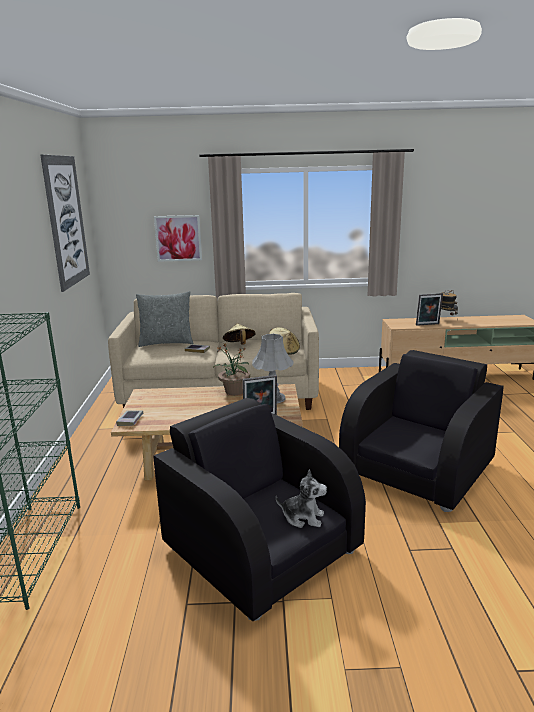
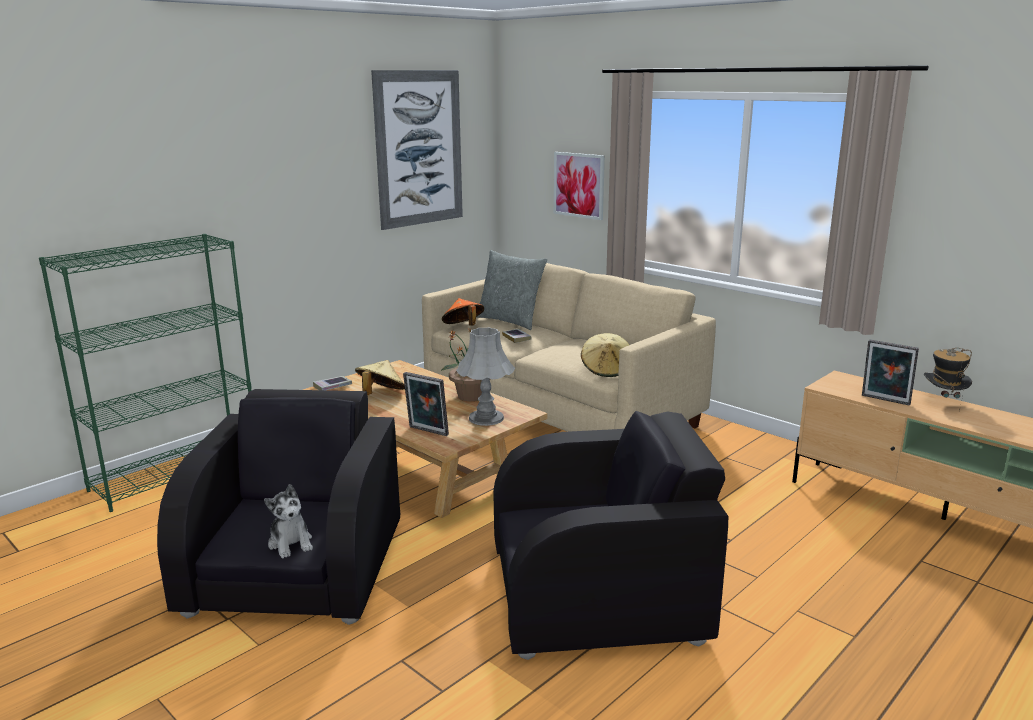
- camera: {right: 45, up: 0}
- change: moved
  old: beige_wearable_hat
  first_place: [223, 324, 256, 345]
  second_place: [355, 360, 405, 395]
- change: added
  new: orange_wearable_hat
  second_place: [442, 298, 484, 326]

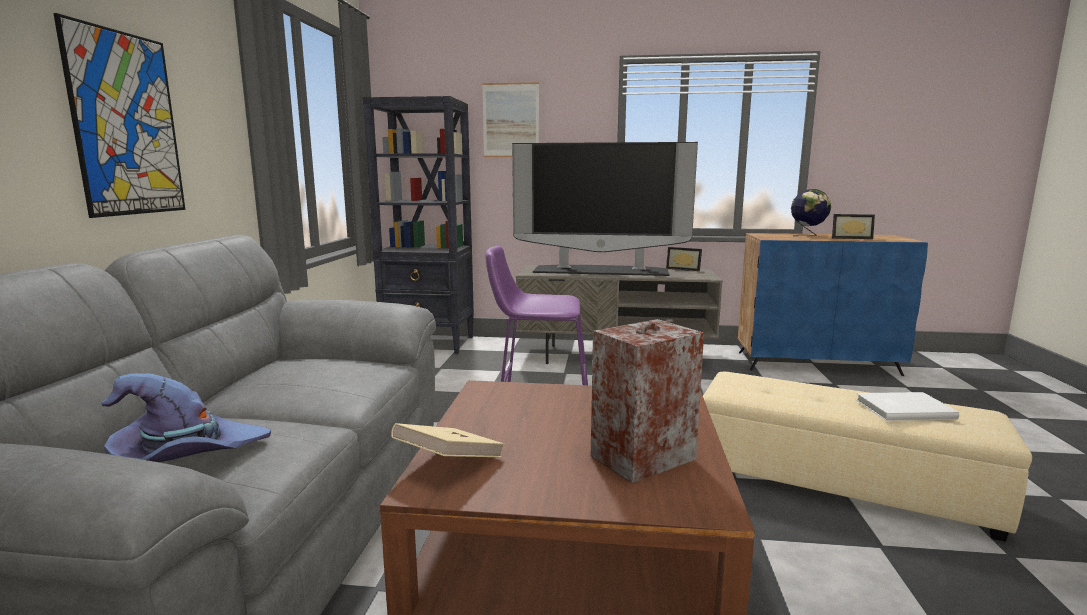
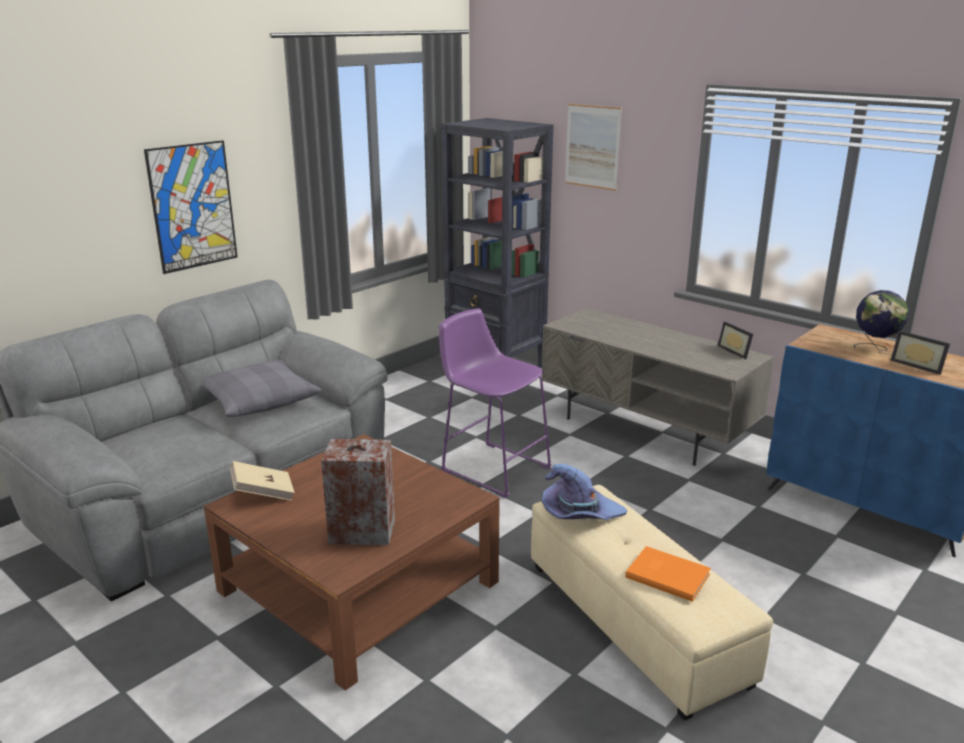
- camera: {right: 35, up: 10}
- change: added
  new: grey_pillow
  second_place: [202, 359, 321, 417]
- change: moved
  old: purple-coloured_wearable_hat
  first_place: [101, 373, 271, 462]
  second_place: [542, 464, 627, 520]
- change: recoloured
  old: white-coloured_bound_book
  new: orange_bound_book
  first_place: [856, 392, 959, 421]
  second_place: [625, 546, 711, 602]
- change: removed
  old: television
  first_place: [512, 142, 698, 276]

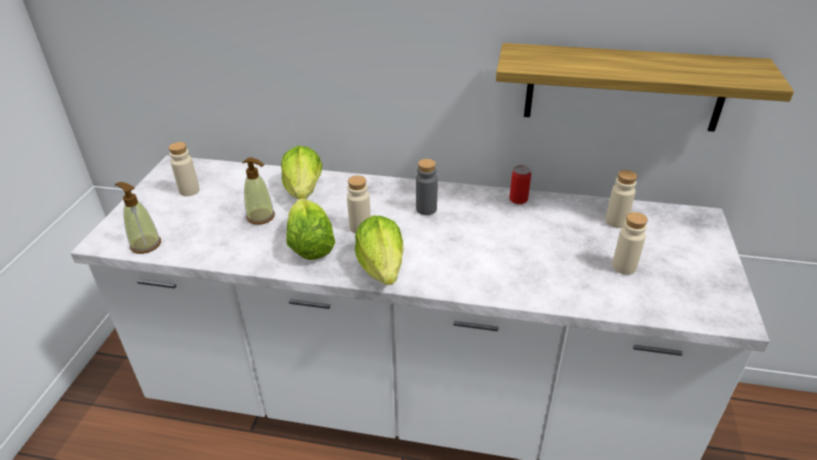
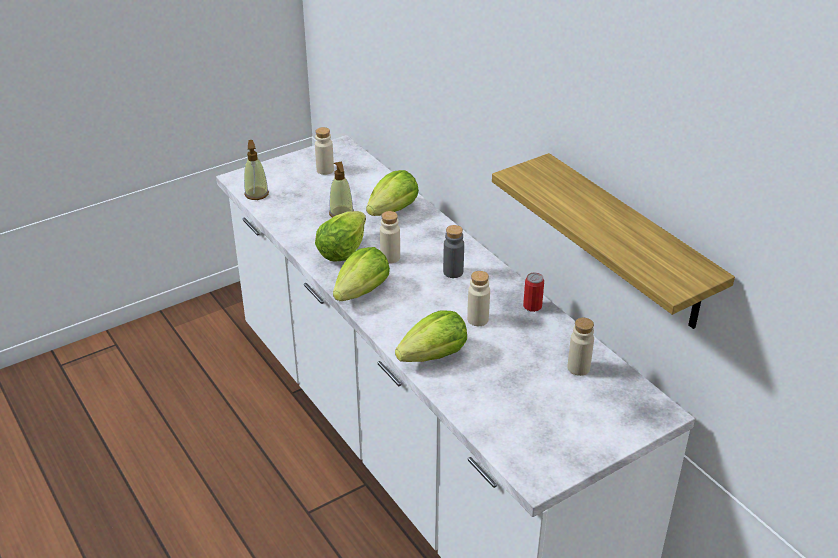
- camera: {right: 45, up: 0}
- change: added
  new: lettuce
  second_place: [395, 310, 467, 362]
- change: moved
  old: beige_beverage_bottle
  first_place: [612, 212, 648, 275]
  second_place: [467, 271, 490, 326]

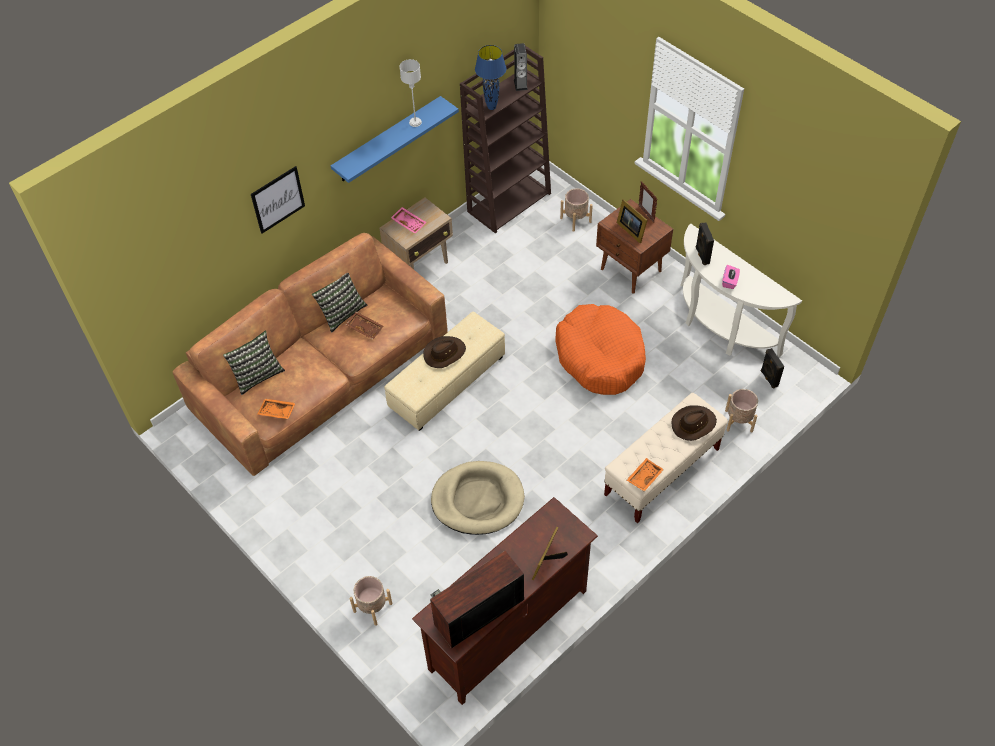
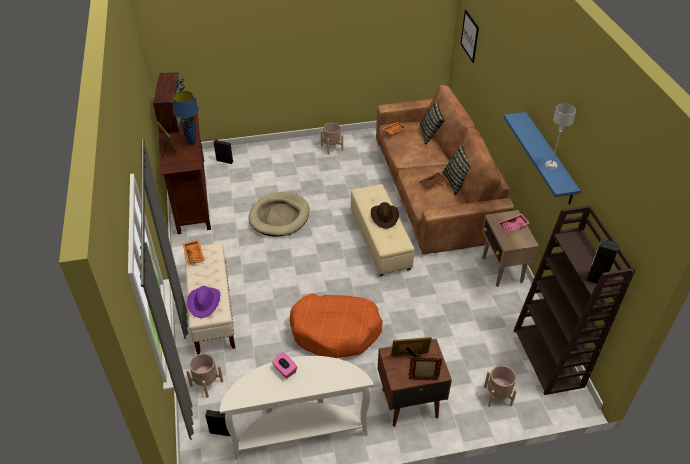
- camera: {right: 120, up: -10}
- change: moved
  old: bluish_table_lamp
  first_place: [475, 45, 506, 110]
  second_place: [173, 91, 199, 145]
- change: recoloured
  old: brown_wearable_hat
  new: purple-coloured_wearable_hat
  first_place: [671, 405, 717, 441]
  second_place: [187, 286, 221, 318]
- change: moved
  old: blackish_speaker
  first_place: [696, 222, 714, 265]
  second_place: [214, 140, 233, 164]
- change: moved
  old: beige_plant_pot
  first_place: [350, 576, 392, 626]
  second_place: [321, 123, 343, 155]
- change: moved
  old: wall_picture
  first_place: [251, 166, 305, 234]
  second_place: [460, 10, 479, 63]

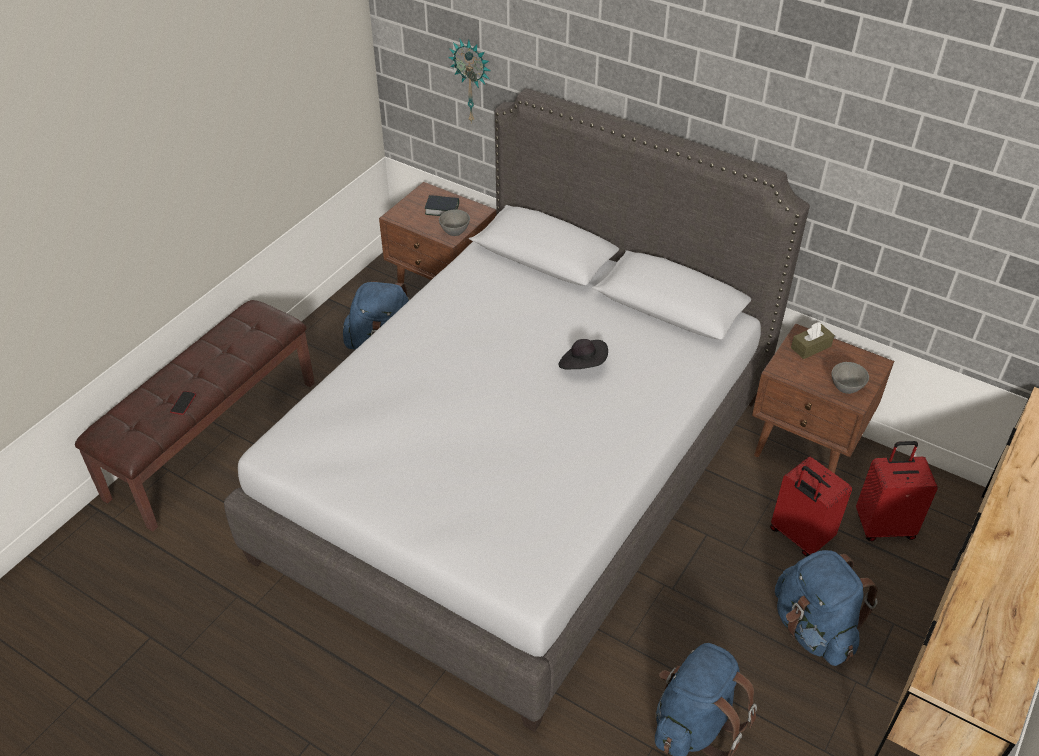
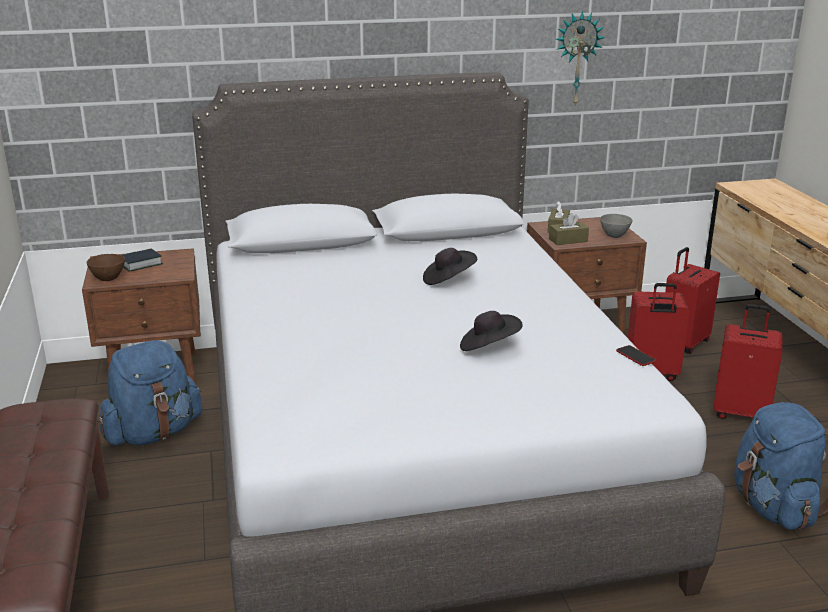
- camera: {right: -45, up: -20}
- change: added
  new: brown_bowl
  second_place: [87, 254, 125, 281]
- change: added
  new: blackish_wearable_hat
  second_place: [460, 311, 523, 351]
- change: added
  new: brown_tissue_box
  second_place: [549, 213, 589, 245]
- change: moved
  old: hanging_clock
  first_place: [448, 39, 491, 124]
  second_place: [555, 11, 605, 107]
- change: moved
  old: telephone
  first_place: [170, 391, 196, 415]
  second_place: [616, 345, 656, 366]
- change: replaced
  old: bluish_backpack
  new: reddish_suitcase
  first_place: [775, 550, 878, 666]
  second_place: [713, 304, 783, 419]
- change: removed
  old: grey_bowl
  first_place: [439, 209, 470, 236]

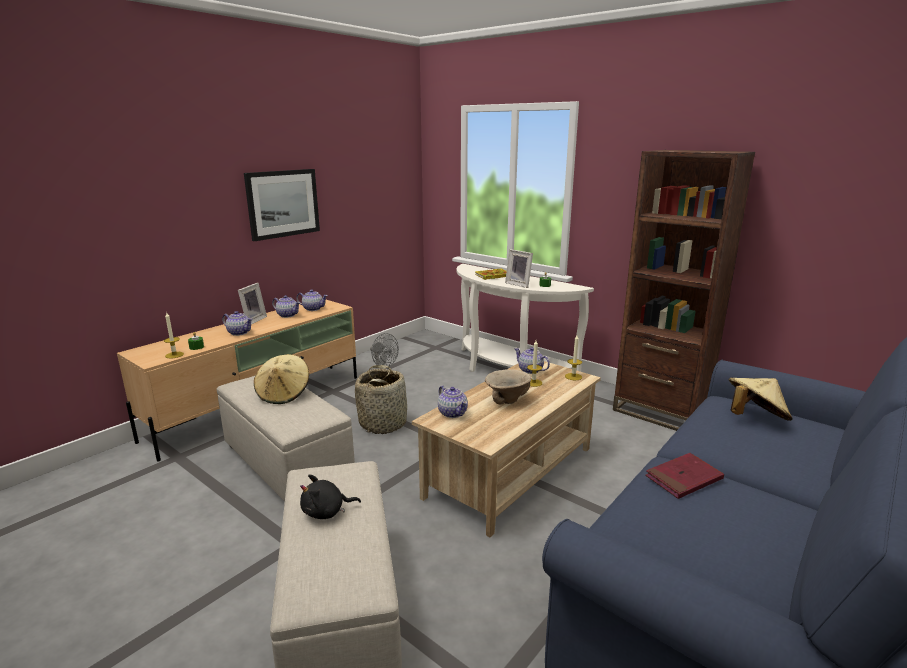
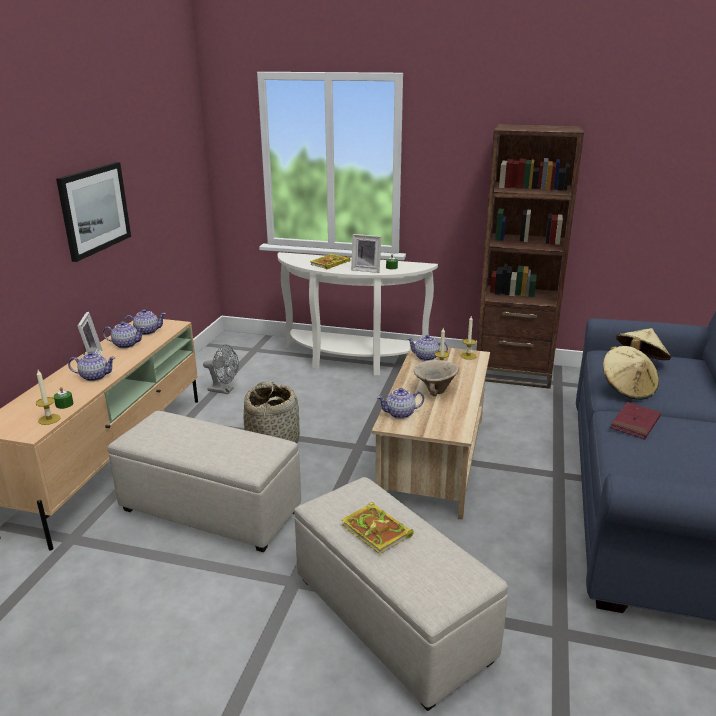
- camera: {right: -25, up: 5}
- change: replaced
  old: blackish_soft_toy
  new: bound_book
  first_place: [300, 474, 361, 519]
  second_place: [342, 502, 414, 554]
- change: turned
  old: pot_for_tea
  first_place: [438, 385, 468, 418]
  second_place: [377, 388, 424, 419]
  degrees: 135
- change: moved
  old: beige_wearable_hat
  first_place: [254, 354, 309, 404]
  second_place: [603, 346, 659, 400]

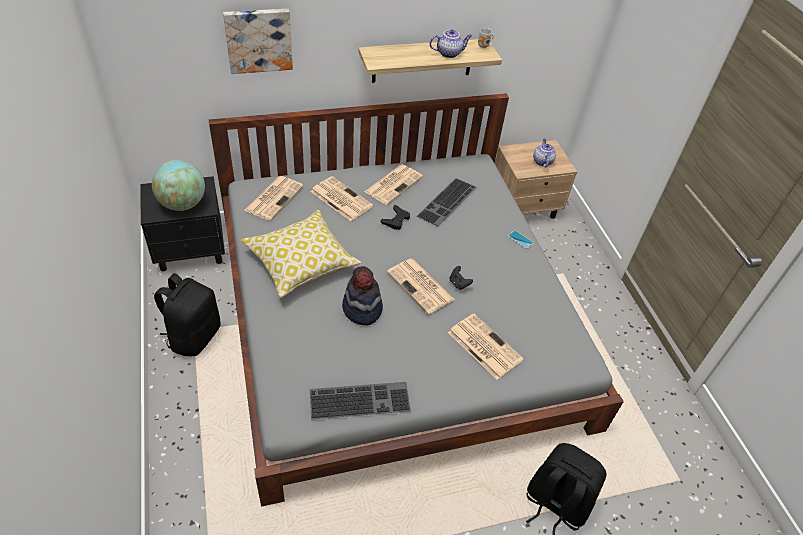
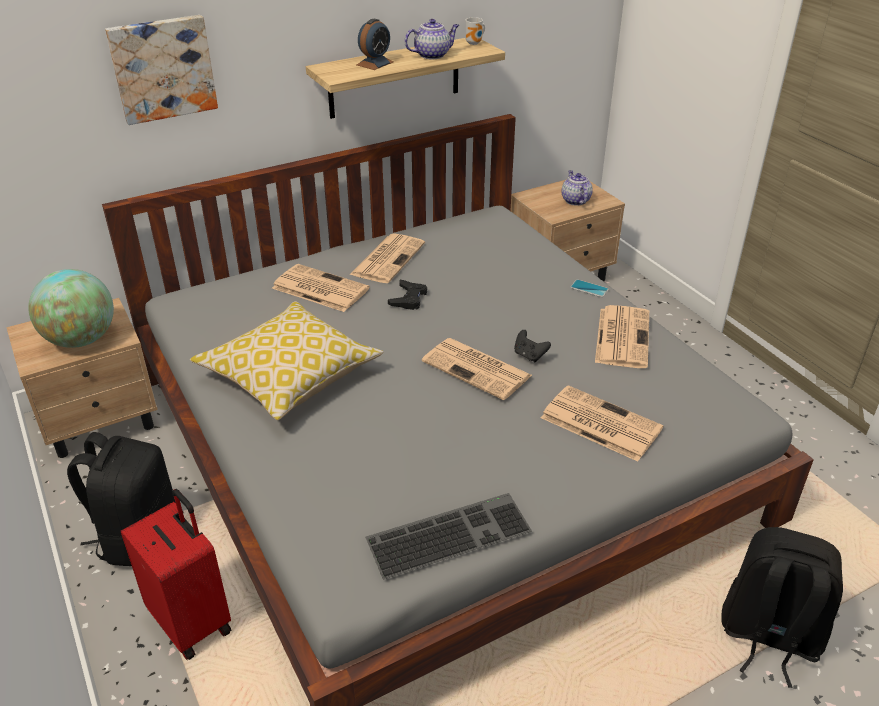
- camera: {right: -10, up: -10}
- change: recoloured
  old: blackish_bedside_table
  new: beige_bedside_table
  first_place: [141, 176, 225, 271]
  second_place: [6, 298, 158, 458]
- change: added
  new: reddish_suitcase
  second_place: [121, 489, 232, 660]
- change: added
  new: alarm_clock
  second_place: [357, 19, 394, 70]
- change: moved
  old: newspaper
  first_place: [244, 176, 303, 221]
  second_place: [595, 305, 649, 368]
- change: removed
  old: wearable_hat
  first_place: [342, 266, 383, 326]
- change: removed
  old: PC_keyboard
  first_place: [417, 178, 477, 227]

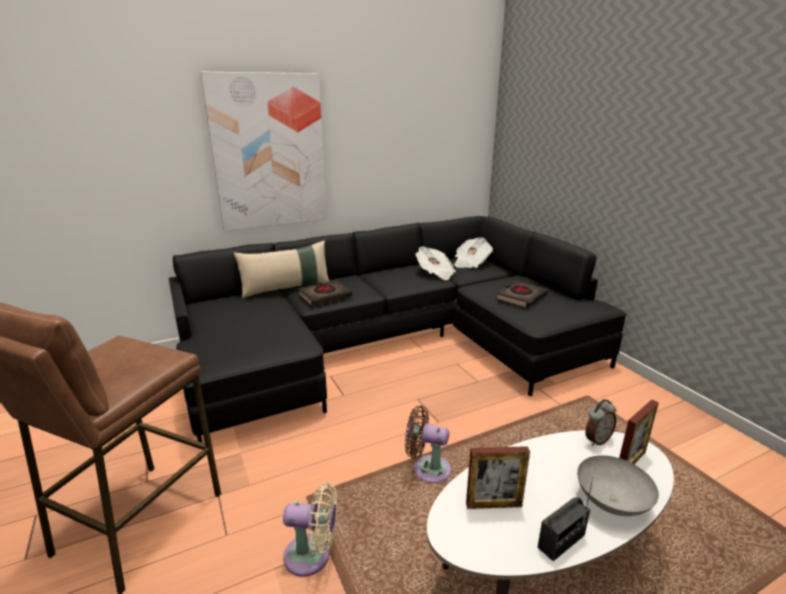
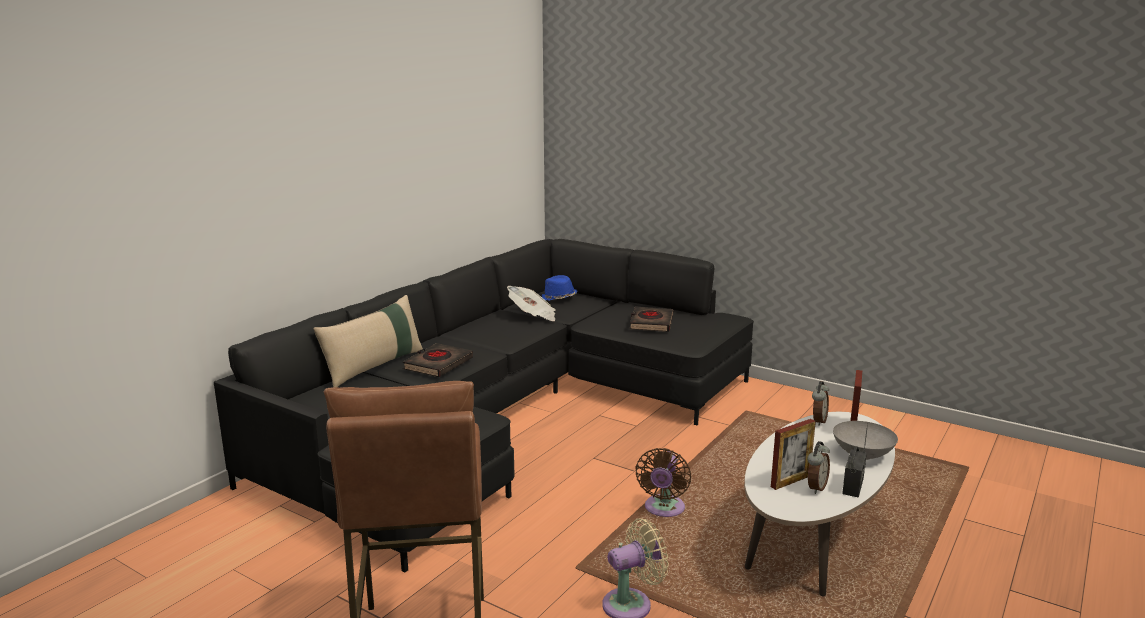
- camera: {right: -30, up: -5}
- change: replaced
  old: newspaper
  new: bluish_wearable_hat
  first_place: [454, 237, 493, 268]
  second_place: [542, 275, 578, 301]
- change: turned
  old: brown_cooling_fan
  first_place: [405, 406, 451, 483]
  second_place: [635, 448, 691, 517]
  degrees: -60
- change: added
  new: alarm_clock
  second_place: [808, 441, 830, 494]
- change: removed
  old: wall_picture
  first_place: [200, 72, 327, 231]

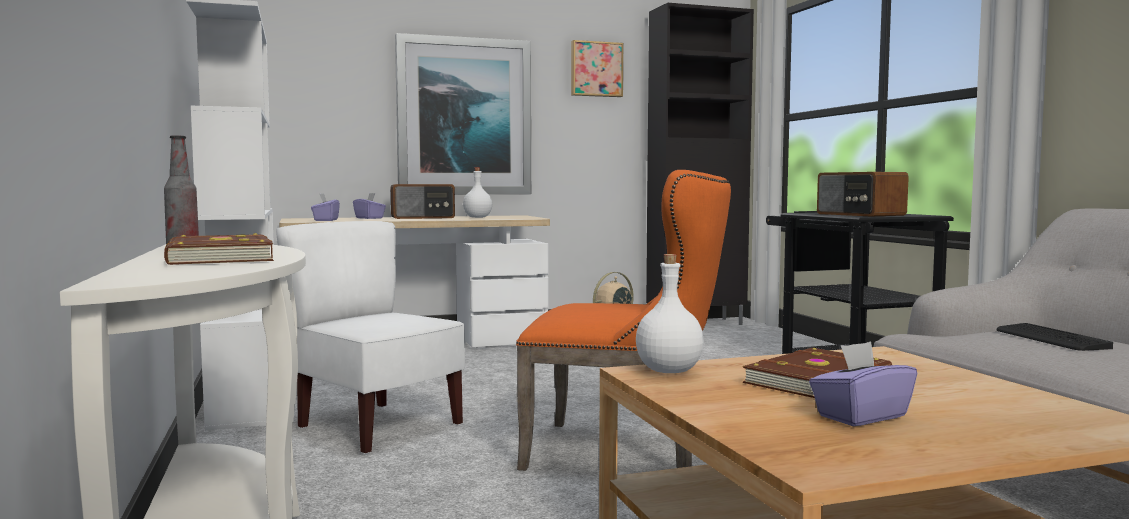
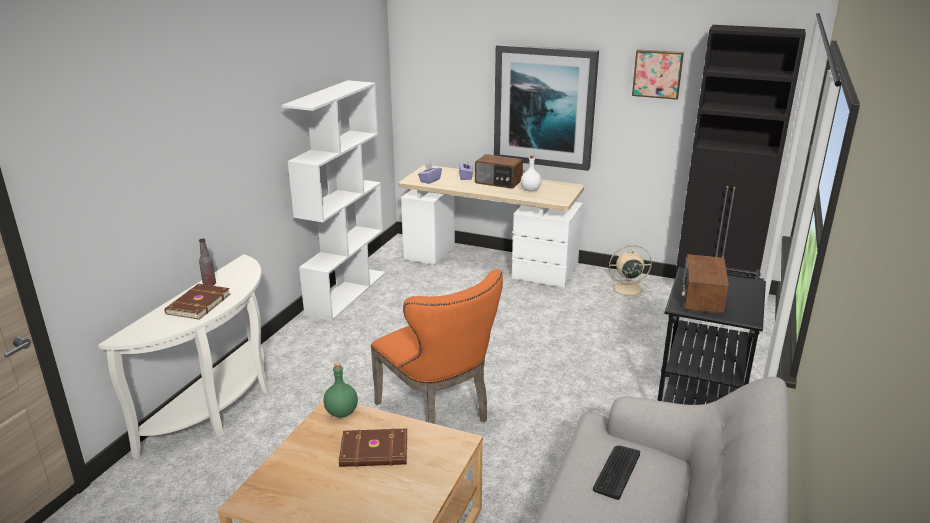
- camera: {right: 40, up: 20}
- change: recoloured
  old: white-coloured_beverage_bottle
  new: green_beverage_bottle
  first_place: [636, 254, 704, 373]
  second_place: [323, 363, 358, 418]
- change: removed
  old: white-coloured_upright_chair
  first_place: [276, 221, 465, 454]
- change: removed
  old: purple-coloured_tissue_box
  first_place: [809, 341, 917, 426]

